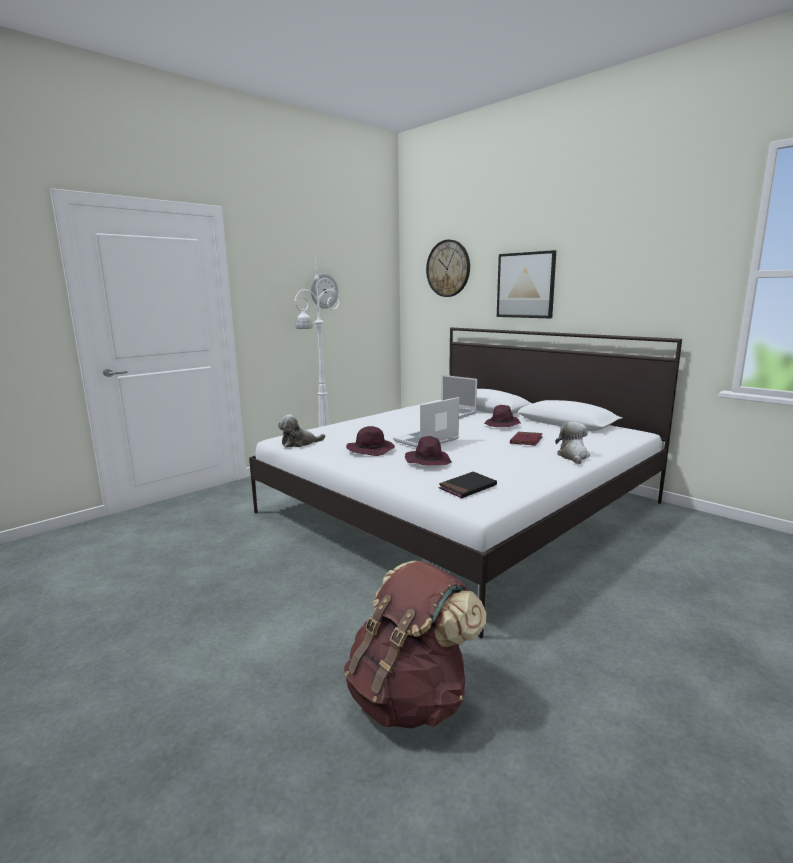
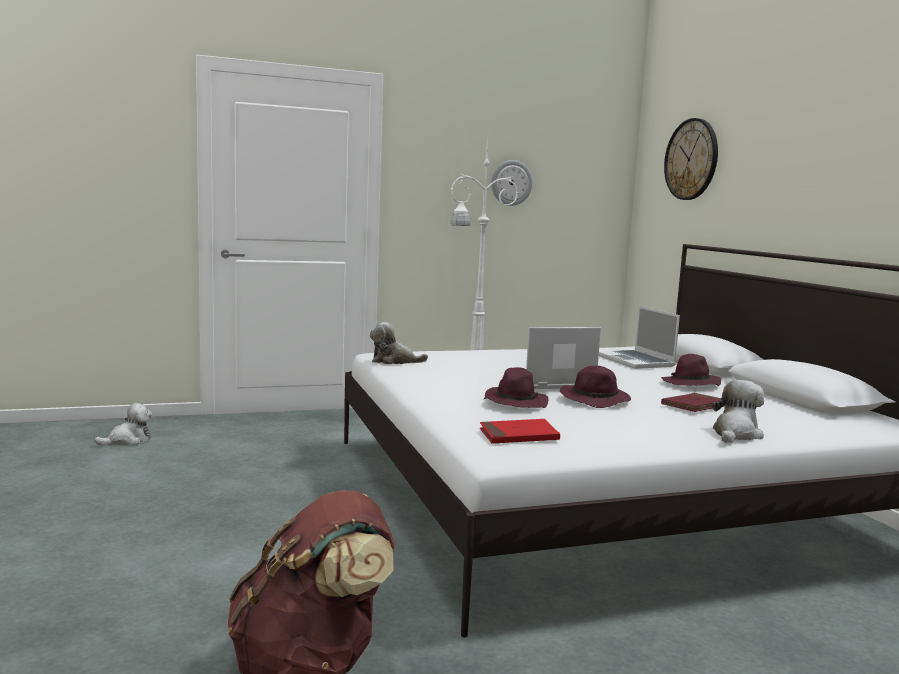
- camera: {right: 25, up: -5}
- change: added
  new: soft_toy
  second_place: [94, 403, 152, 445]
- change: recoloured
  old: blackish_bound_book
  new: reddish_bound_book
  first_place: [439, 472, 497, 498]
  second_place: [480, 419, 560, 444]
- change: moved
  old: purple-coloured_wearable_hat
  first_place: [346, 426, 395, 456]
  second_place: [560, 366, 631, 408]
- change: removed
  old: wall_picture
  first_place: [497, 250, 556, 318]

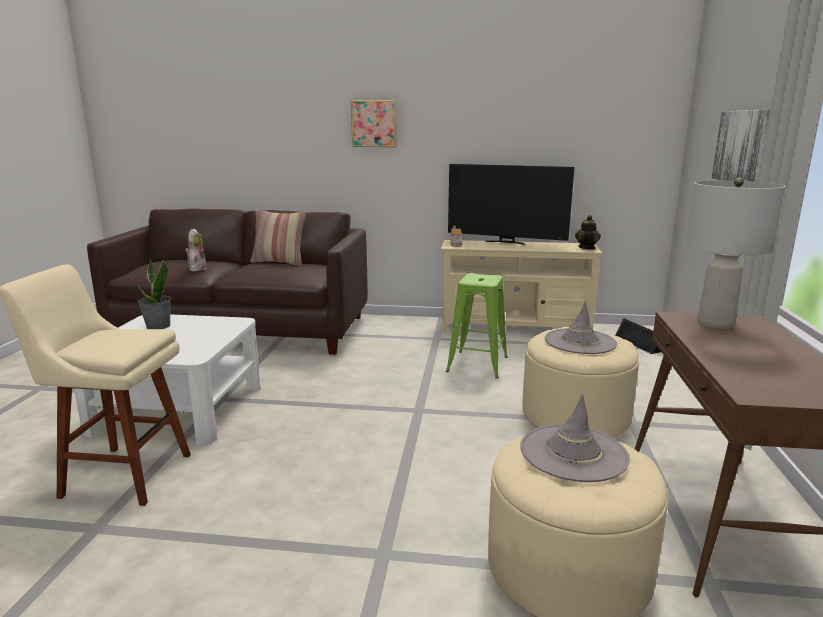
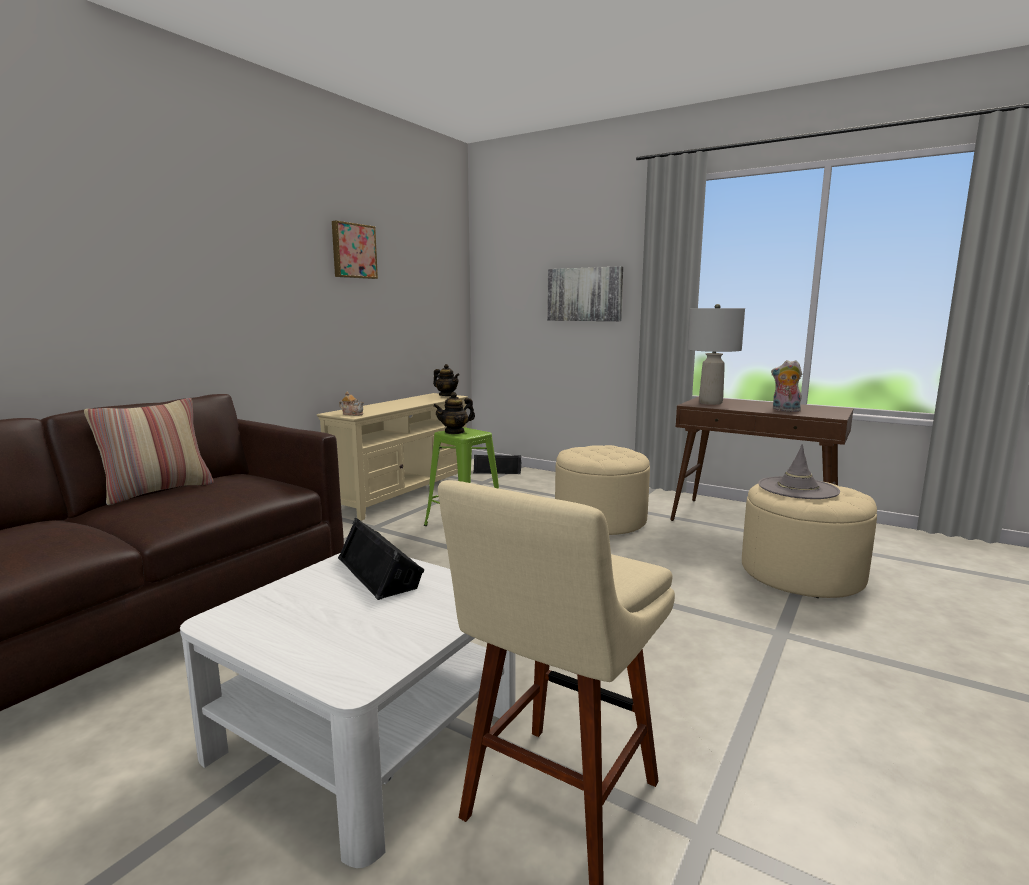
- camera: {right: -65, up: -5}
- change: moved
  old: wall_picture
  first_place: [351, 100, 396, 147]
  second_place: [332, 221, 378, 279]
- change: added
  new: blackish_speaker
  second_place: [338, 517, 424, 600]
- change: added
  new: pot_for_tea
  second_place: [433, 392, 475, 434]
- change: moved
  old: soft_toy
  first_place: [185, 229, 206, 272]
  second_place: [771, 360, 802, 412]
- change: removed
  old: houseplant
  first_place: [138, 259, 171, 329]
- change: removed
  old: television
  first_place: [448, 164, 574, 245]
- change: removed
  old: grey_wearable_hat
  first_place: [545, 301, 617, 354]

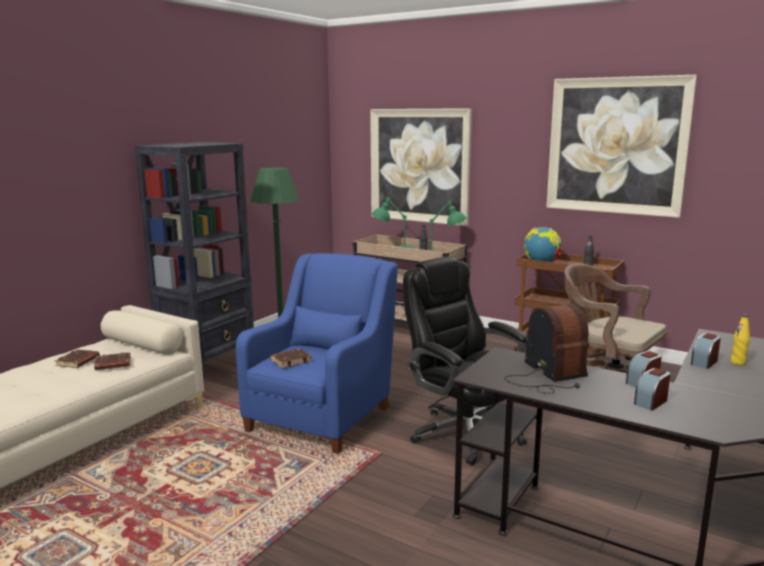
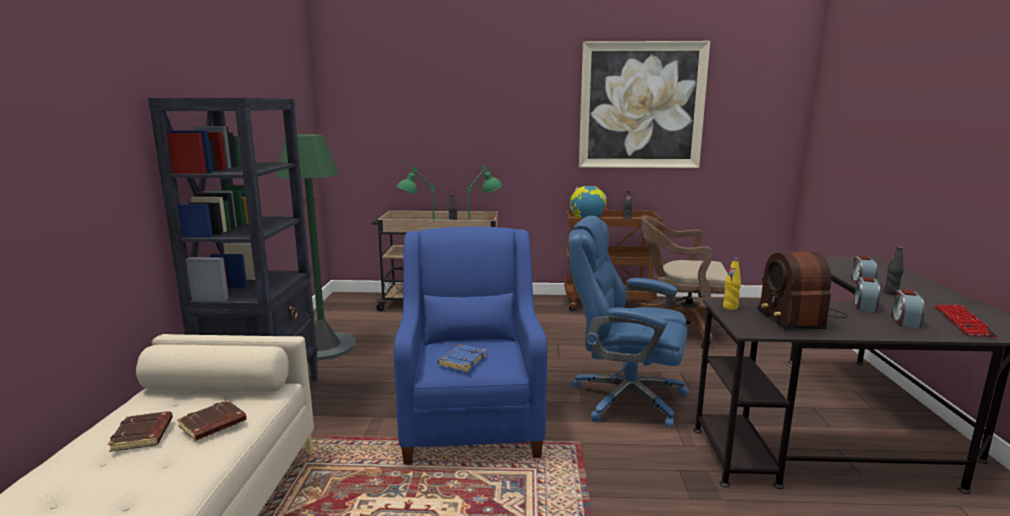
- camera: {right: -30, up: 0}
- change: recoloured
  old: brown_bound_book
  new: bluish_bound_book
  first_place: [270, 348, 312, 368]
  second_place: [437, 344, 487, 372]
- change: recoloured
  old: blackish_desk_chair
  new: bluish_desk_chair
  first_place: [403, 256, 527, 466]
  second_place: [569, 216, 689, 428]
- change: moved
  old: yellow-coloured_beverage_bottle
  first_place: [730, 314, 750, 365]
  second_place: [723, 258, 741, 310]
- change: turned
  old: radio_receiver
  first_place: [504, 304, 589, 394]
  second_place: [757, 252, 848, 330]
  degrees: -135
- change: added
  new: blackish_beverage_bottle
  second_place: [884, 246, 904, 295]
- change: added
  new: PC_keyboard
  second_place: [934, 305, 998, 337]
- change: removed
  old: wall_picture
  first_place: [370, 108, 472, 226]

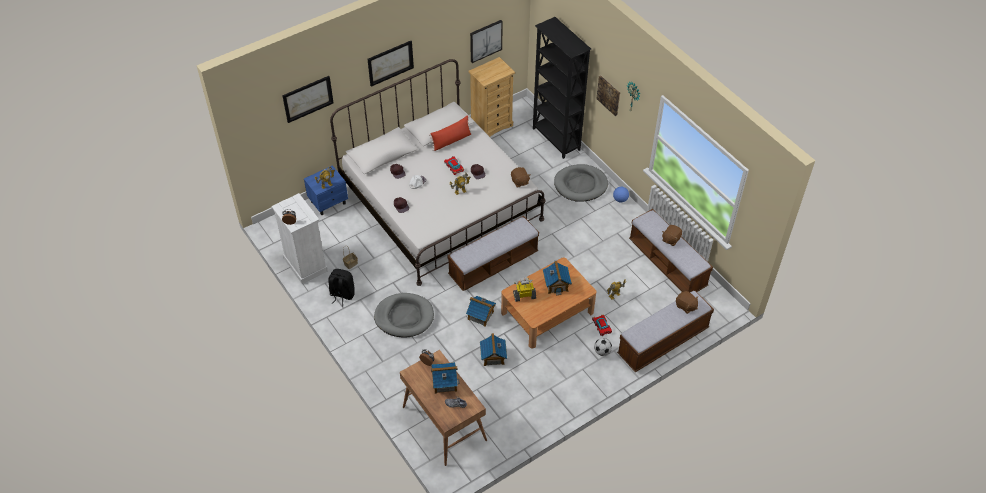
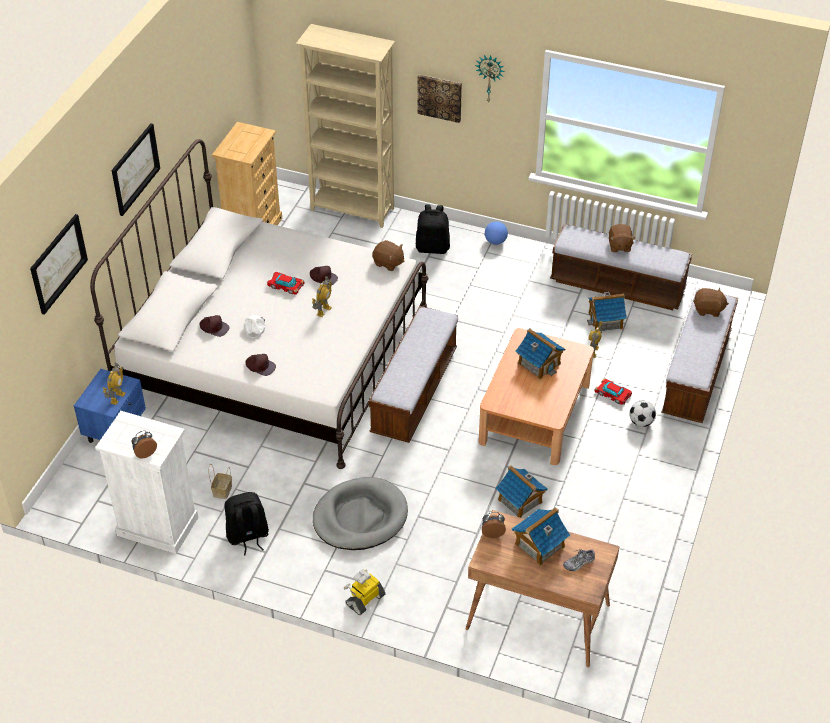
- camera: {right: -35, up: -5}
- change: recoloured
  old: blackish_bookshelf
  new: beige_bookshelf
  first_place: [533, 17, 591, 159]
  second_place: [296, 24, 395, 228]
- change: moved
  old: model_robot
  first_place: [513, 277, 536, 302]
  second_place: [344, 569, 386, 615]
- change: replaced
  old: grey_dog_bed
  new: blackish_backpack
  first_place: [554, 164, 608, 202]
  second_place: [416, 204, 450, 254]
- change: moved
  old: toy_house
  first_place: [466, 296, 496, 326]
  second_place: [587, 292, 627, 331]
- change: removed
  old: reddish_pillow
  first_place: [429, 116, 472, 151]
- change: removed
  old: wall_picture
  first_place: [470, 20, 503, 63]

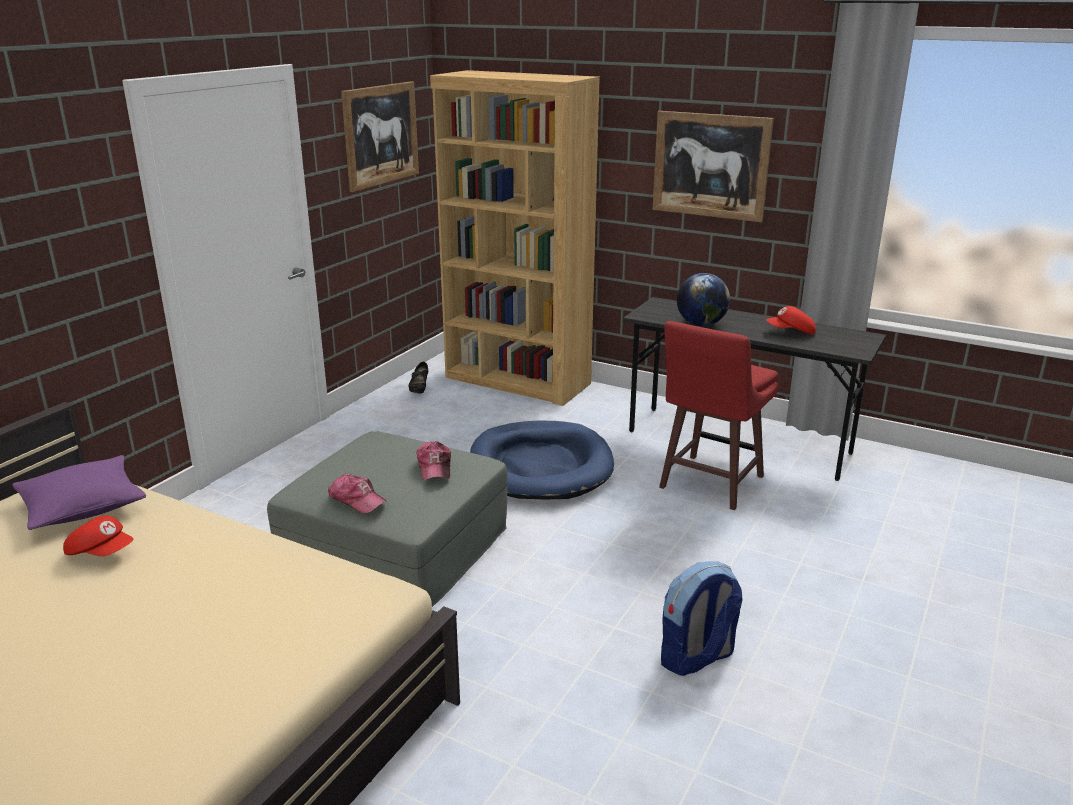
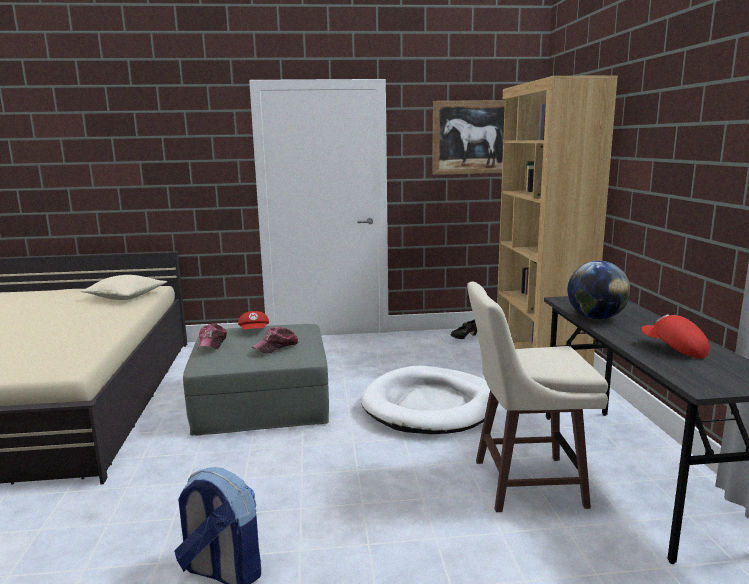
- camera: {right: 55, up: -10}
- change: recoloured
  old: purple-coloured_pillow
  new: beige_pillow
  first_place: [12, 455, 146, 530]
  second_place: [81, 275, 167, 300]
- change: moved
  old: reddish_peaked_cap
  first_place: [63, 516, 134, 556]
  second_place: [238, 311, 269, 330]
- change: recoloured
  old: bluish_dog_bed
  new: white-coloured_dog_bed
  first_place: [470, 420, 614, 499]
  second_place: [361, 366, 499, 434]
- change: recoloured
  old: reddish_stool
  new: beige_stool
  first_place: [659, 321, 778, 510]
  second_place: [467, 282, 608, 512]
- change: removed
  old: wall_picture
  first_place: [652, 111, 774, 222]

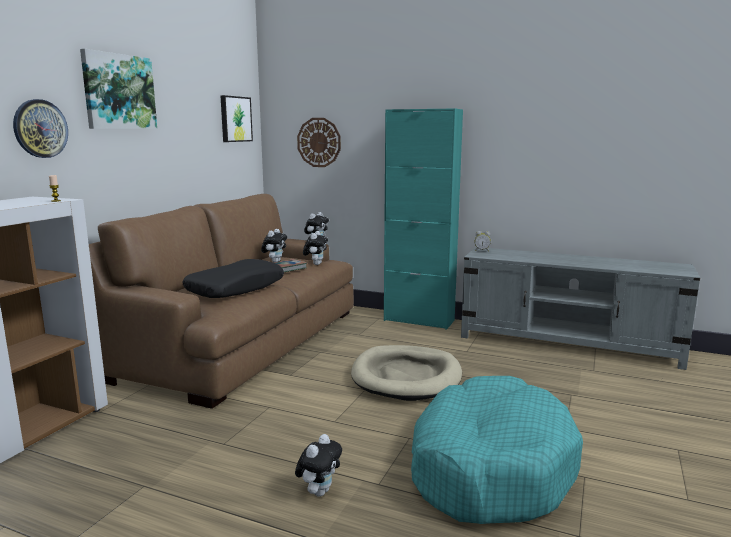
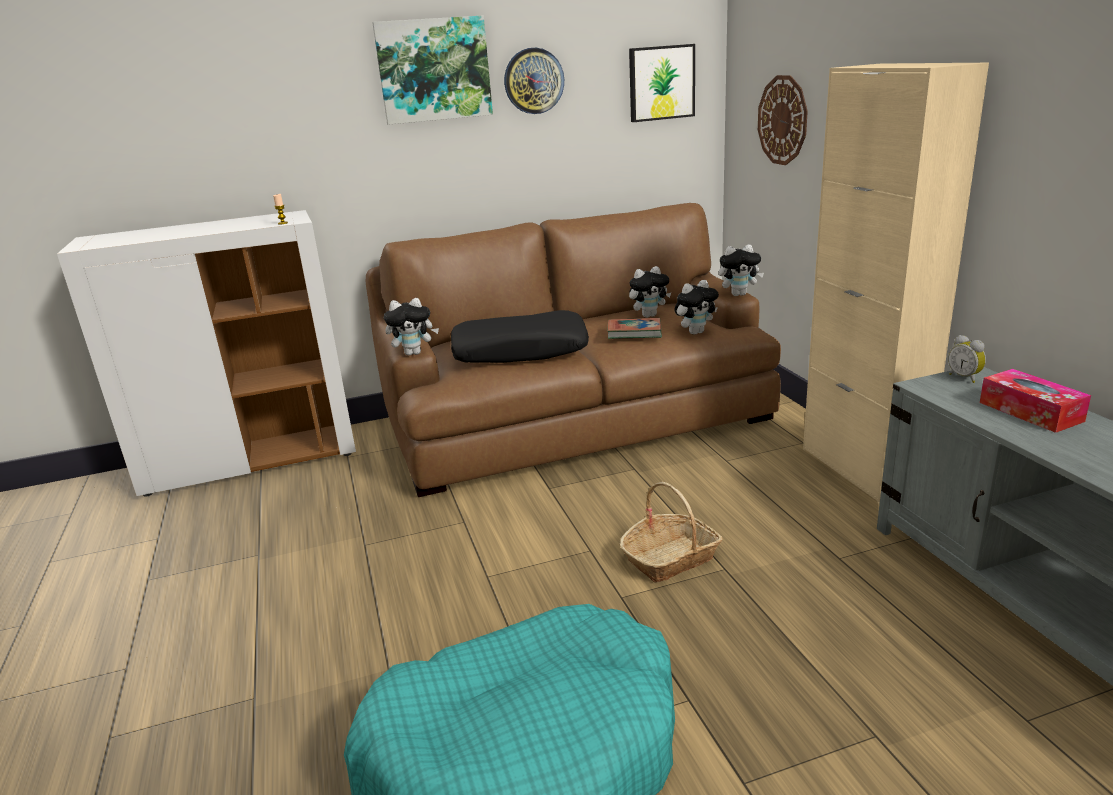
- camera: {right: 50, up: 10}
- change: moved
  old: soft_toy
  first_place: [295, 434, 342, 497]
  second_place: [384, 298, 439, 356]
- change: moved
  old: hanging_clock
  first_place: [13, 99, 68, 158]
  second_place: [504, 48, 564, 114]
- change: replaced
  old: beige_dog_bed
  new: basket
  first_place: [351, 345, 462, 401]
  second_place: [620, 482, 723, 583]
- change: recoloured
  old: blue-green_storage_cabinet
  new: beige_storage_cabinet
  first_place: [384, 108, 463, 330]
  second_place: [803, 62, 989, 504]
- change: added
  new: tissue_box
  second_place: [980, 369, 1091, 433]

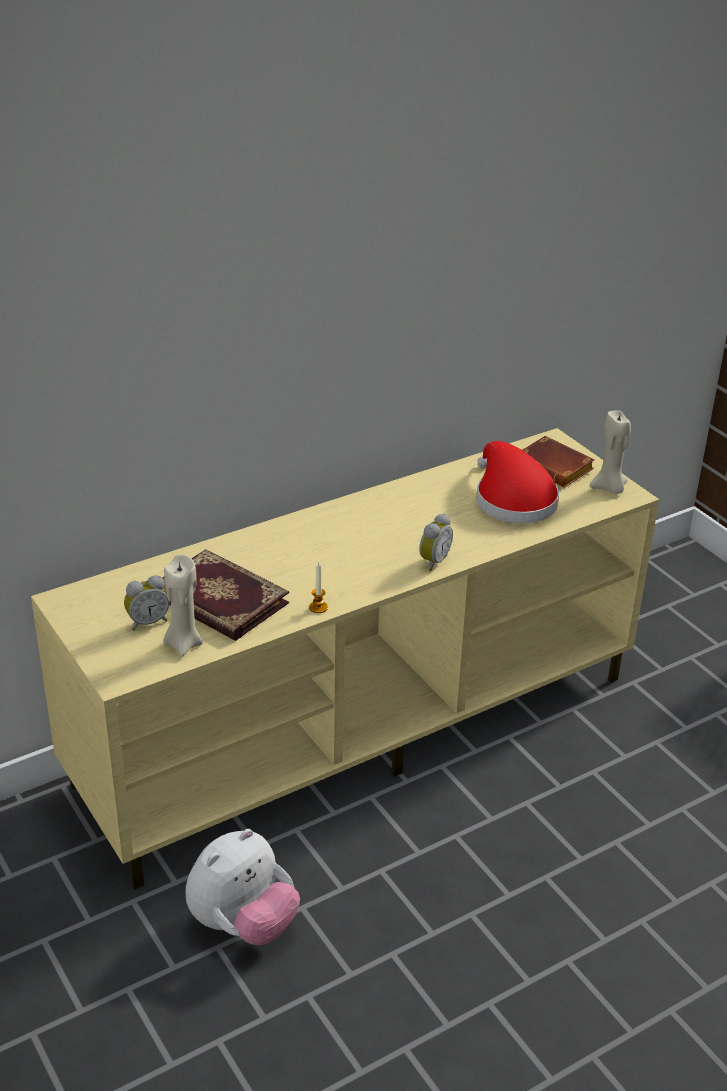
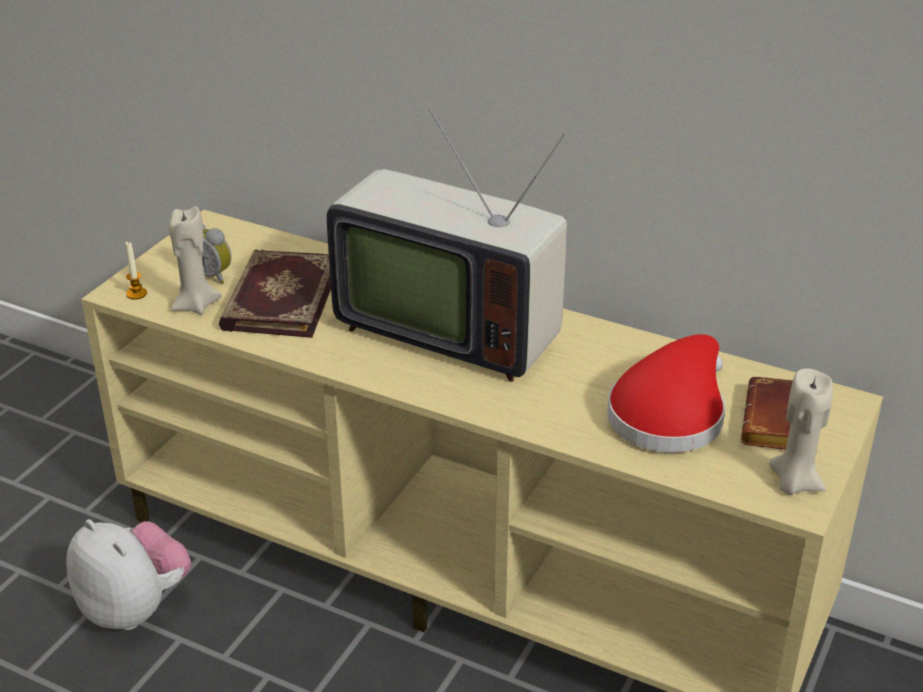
- camera: {right: 60, up: 0}
- change: turned
  old: soft_toy
  first_place: [186, 829, 300, 945]
  second_place: [66, 519, 191, 630]
  degrees: -150
- change: moved
  old: candle
  first_place: [309, 563, 328, 613]
  second_place: [126, 242, 147, 300]
- change: added
  new: television
  second_place: [327, 109, 567, 382]
- change: removed
  old: alarm_clock
  first_place: [419, 514, 453, 571]

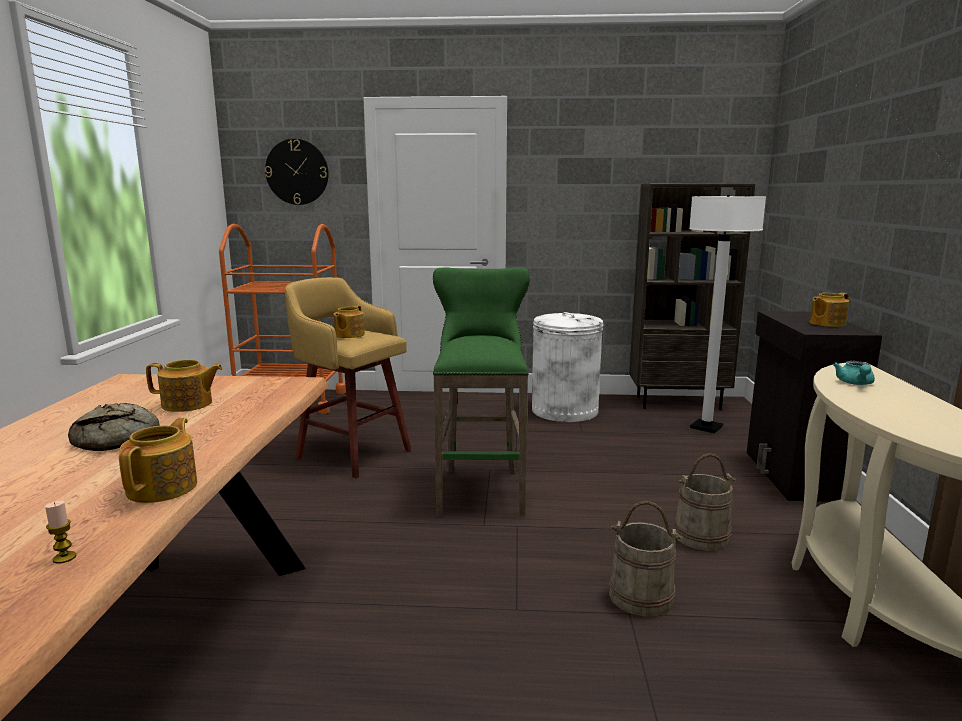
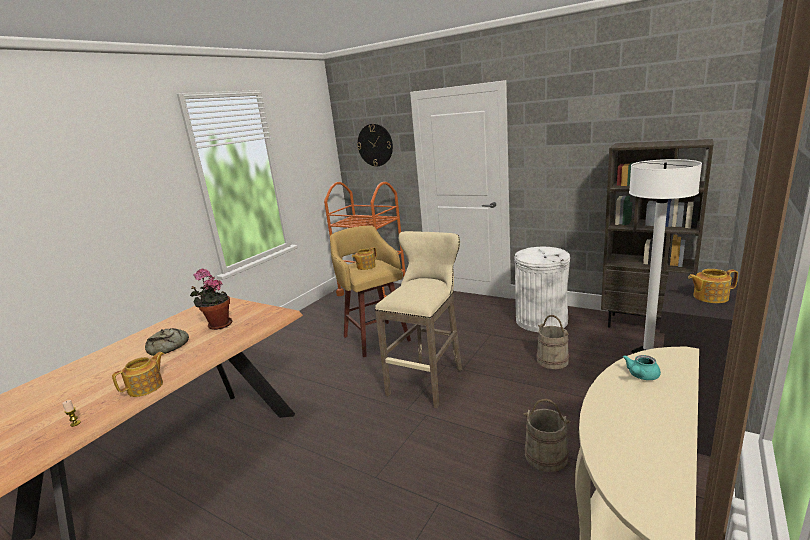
- camera: {right: 30, up: 5}
- change: replaced
  old: pot_for_tea
  new: houseplant
  first_place: [146, 360, 223, 412]
  second_place: [190, 268, 232, 330]
- change: recoloured
  old: green_stool
  new: beige_stool
  first_place: [433, 267, 530, 516]
  second_place: [375, 231, 463, 408]
- change: moved
  old: beige_pail
  first_place: [609, 501, 682, 617]
  second_place: [536, 315, 569, 369]

